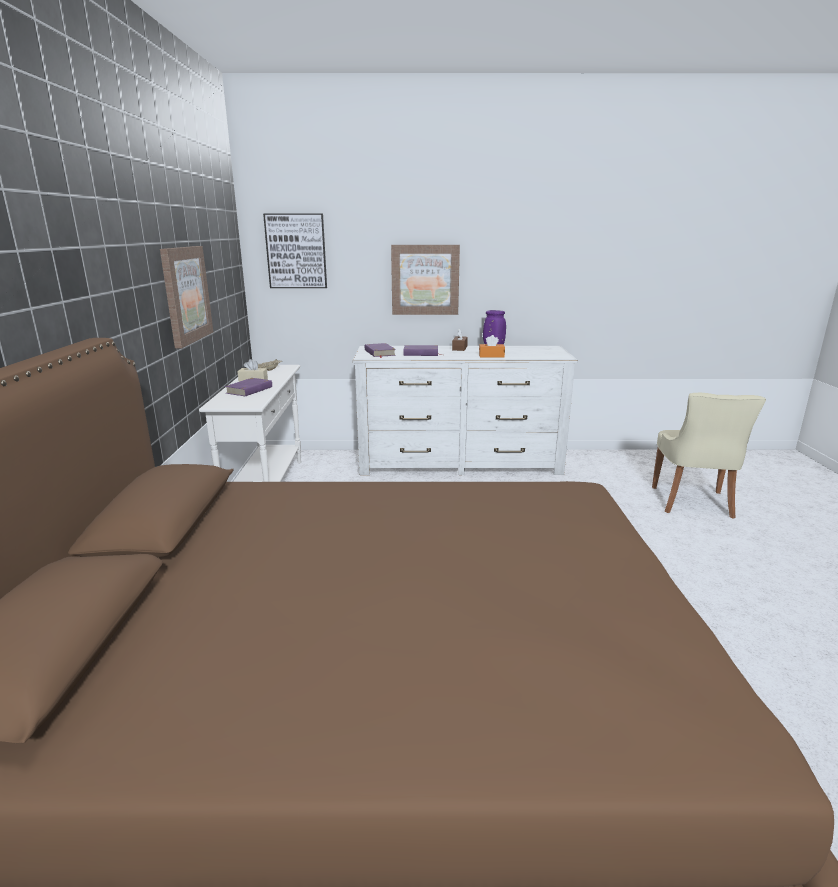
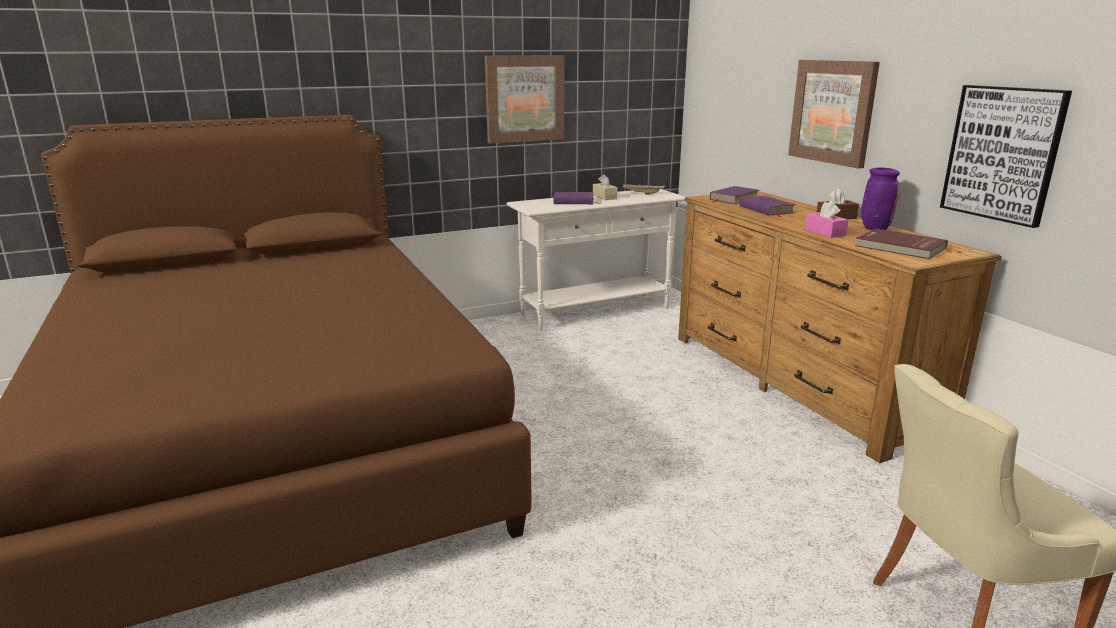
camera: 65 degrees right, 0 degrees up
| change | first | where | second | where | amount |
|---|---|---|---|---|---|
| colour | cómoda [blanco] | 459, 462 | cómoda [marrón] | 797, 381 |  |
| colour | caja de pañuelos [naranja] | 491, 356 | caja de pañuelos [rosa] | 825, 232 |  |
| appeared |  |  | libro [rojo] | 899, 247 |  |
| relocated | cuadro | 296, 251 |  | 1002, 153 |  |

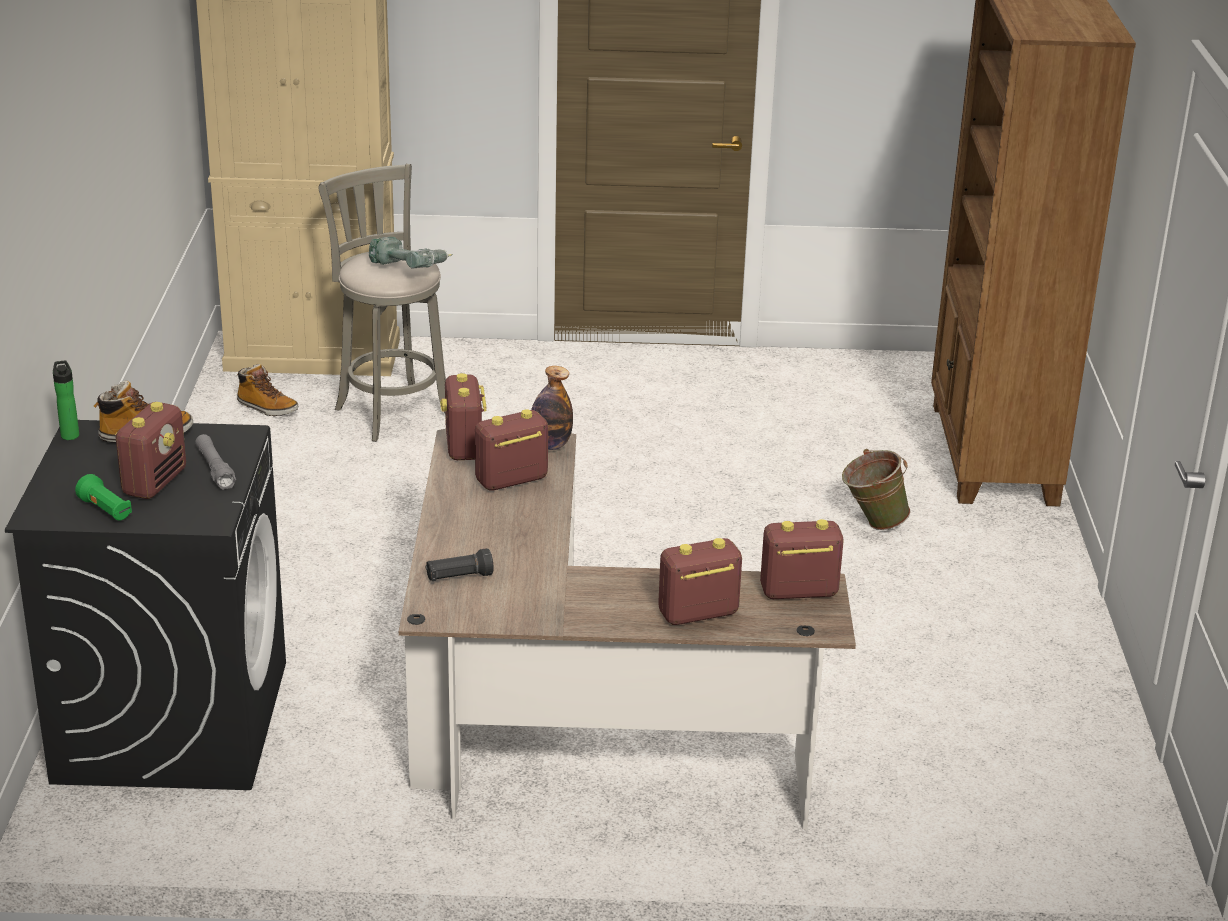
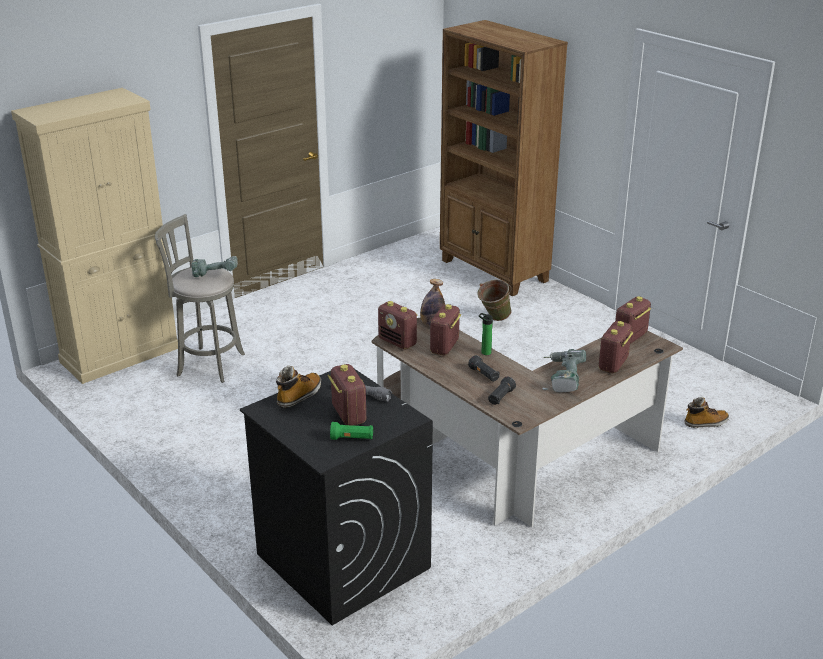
camera: 40 degrees left, 0 degrees up
| change | first | where | second | where | amount |
|---|---|---|---|---|---|
| appeared |  |  | linterna [negro] | 484, 375 |  |
| relocated | botella | 69, 434 |  | 484, 352 |  |
| appeared |  |  | taladro | 562, 379 |  |
| relocated | bota | 267, 408 |  | 705, 423 |  |

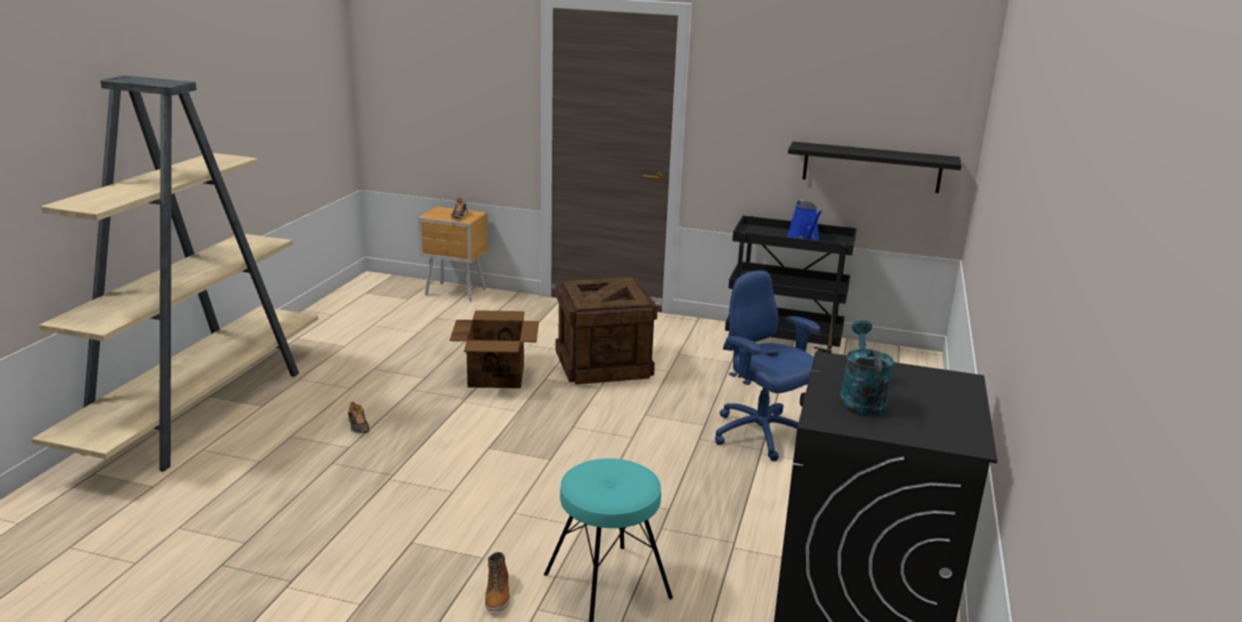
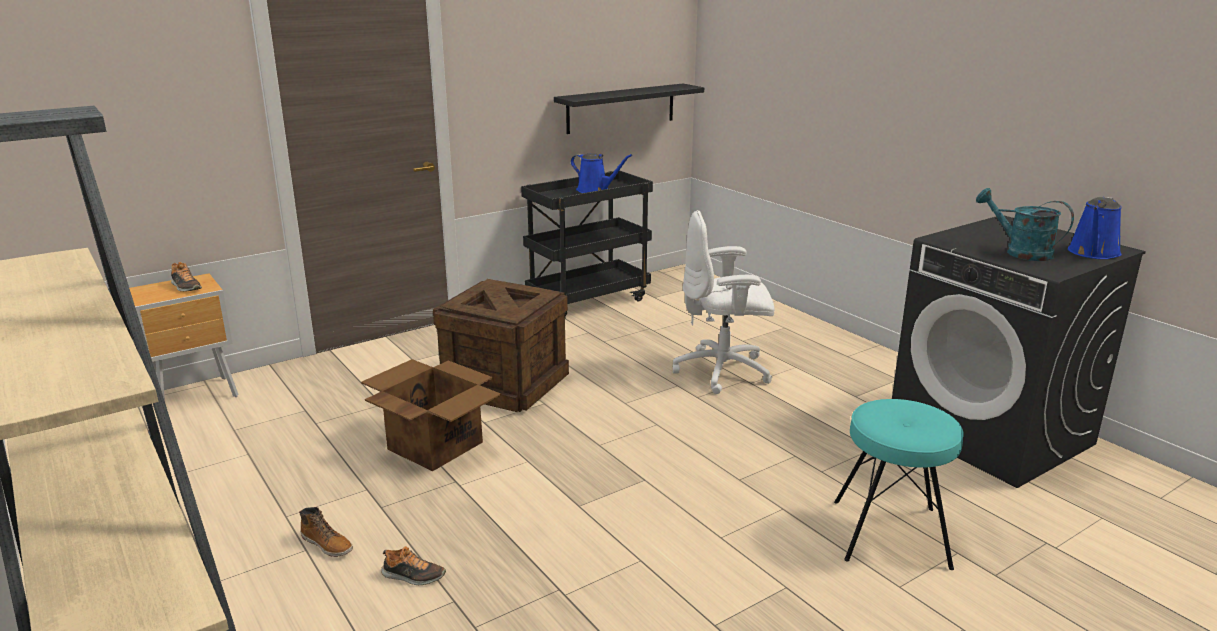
camera: 50 degrees left, 0 degrees up
| change | first | where | second | where | amount |
|---|---|---|---|---|---|
| relocated | bota | 498, 594 |  | 327, 544 |  |
| colour | silla de oficina [azul] | 761, 435 | silla de oficina [blanco] | 724, 371 |  |
| appeared |  |  | regadera [azul] | 1093, 253 |  |

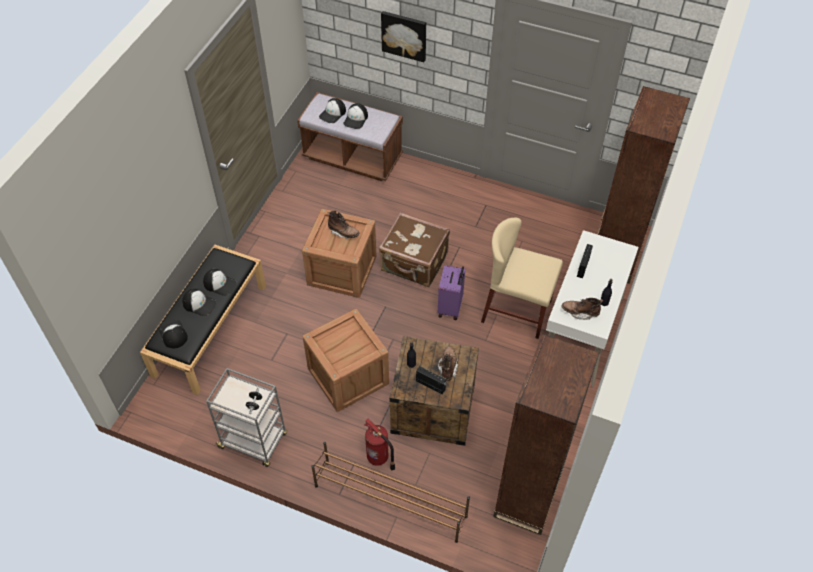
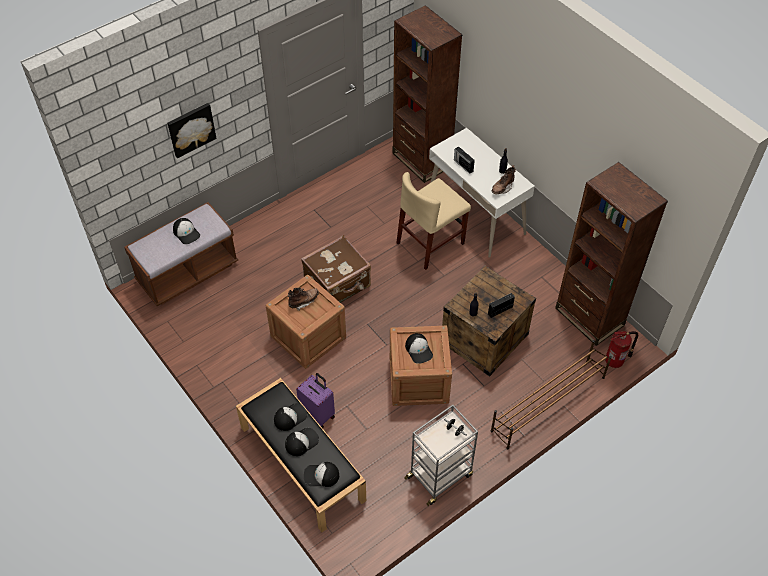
camera: 60 degrees left, 0 degrees up
| change | first | where | second | where | amount |
|---|---|---|---|---|---|
| relocated | maleta [morado] | 451, 307 |  | 318, 414 |  |
| relocated | gorra | 333, 113 |  | 419, 350 |  |
| relocated | extintor | 378, 458 |  | 615, 361 |  |
| missing | bota [marrón] | 448, 367 |  |  |  |

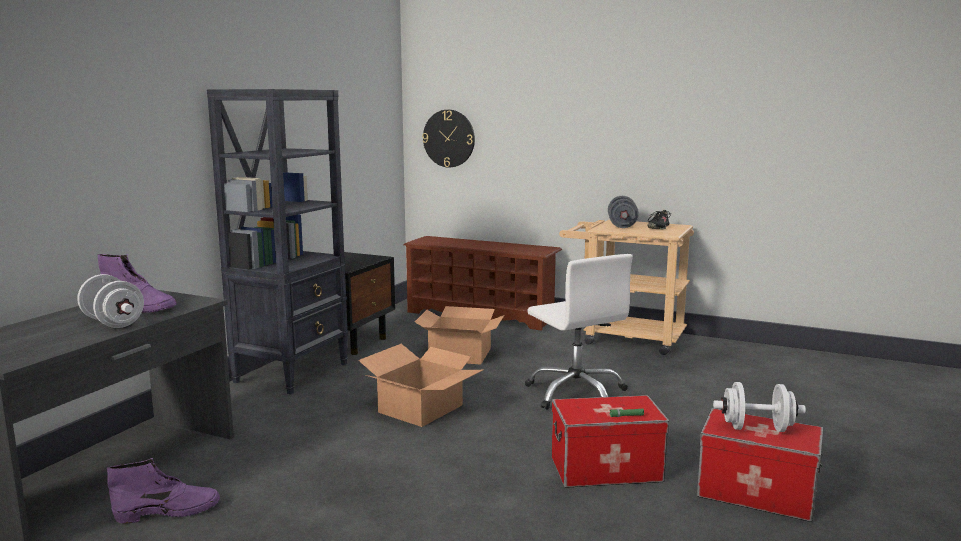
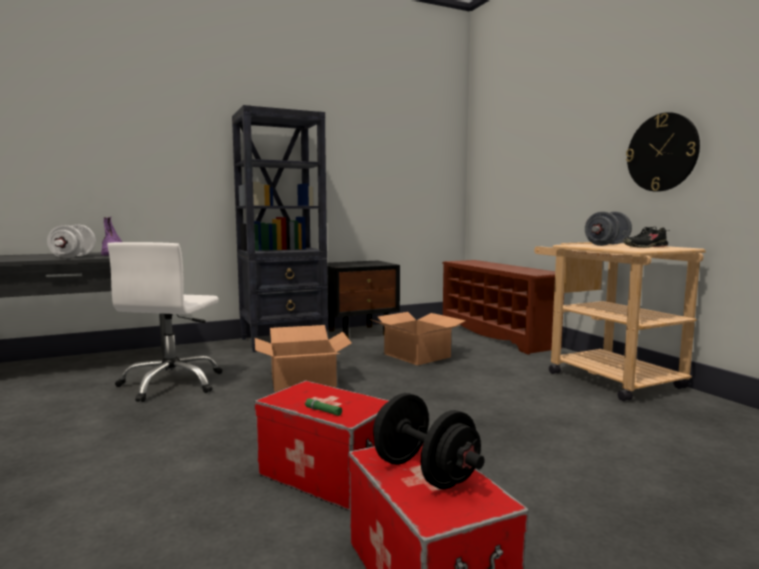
camera: 40 degrees right, 5 degrees down
| change | first | where | second | where | amount |
|---|---|---|---|---|---|
| relocated | silla de oficina [blanco] | 576, 393 |  | 172, 384 |  |
| colour | mancuerna [blanco] | 756, 428 | mancuerna [negro] | 424, 473 |  |
| relocated | reloj de pared | 449, 138 |  | 662, 152 |  |
| missing | bota [morado] | 169, 511 |  |  |  |

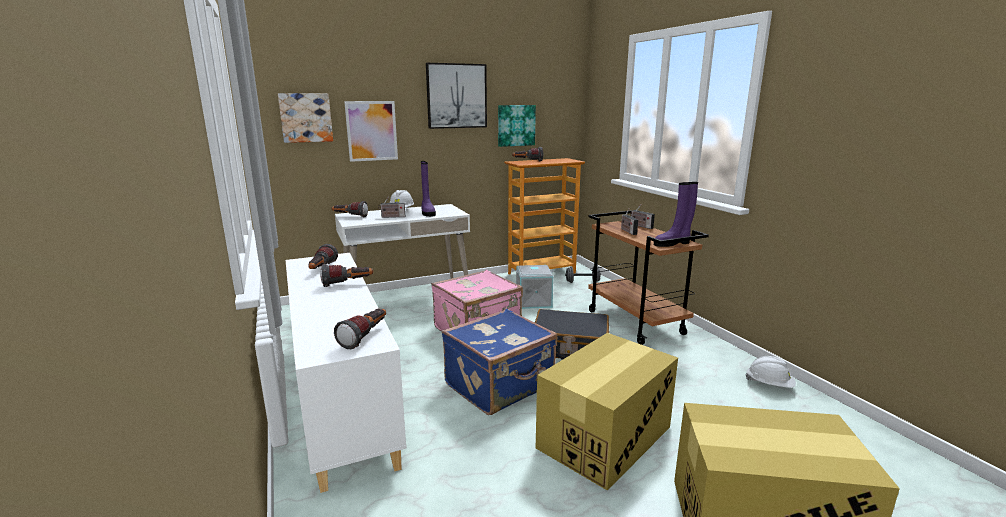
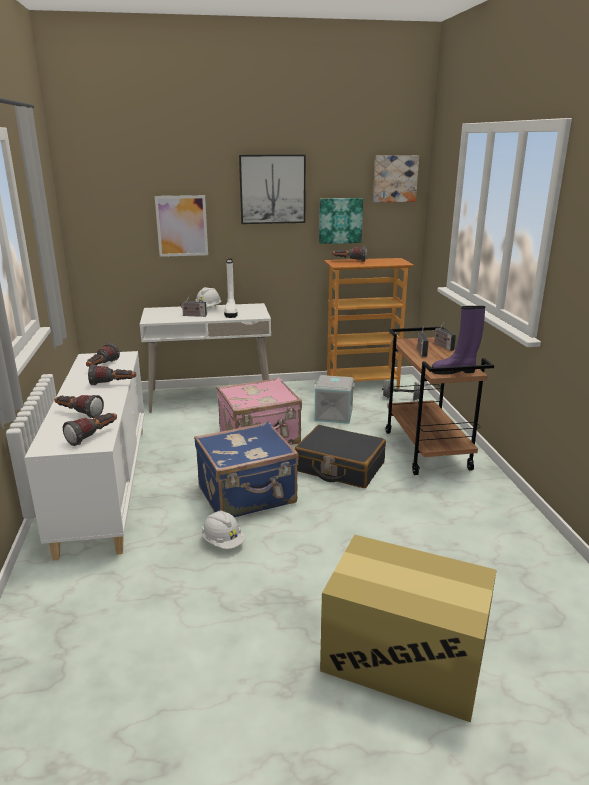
camera: 15 degrees right, 5 degrees up
| change | first | where | second | where | amount |
|---|---|---|---|---|---|
| relocated | linterna | 350, 216 |  | 78, 414 |  |
| relocated | casco [blanco] | 769, 384 |  | 223, 542 |  |
| colour | bota [morado] | 427, 212 | bota [blanco] | 231, 313 |  |
| relocated | cuadro | 306, 117 |  | 394, 178 |  |
| missing | caja de cartón | 605, 437 |  |  |  |

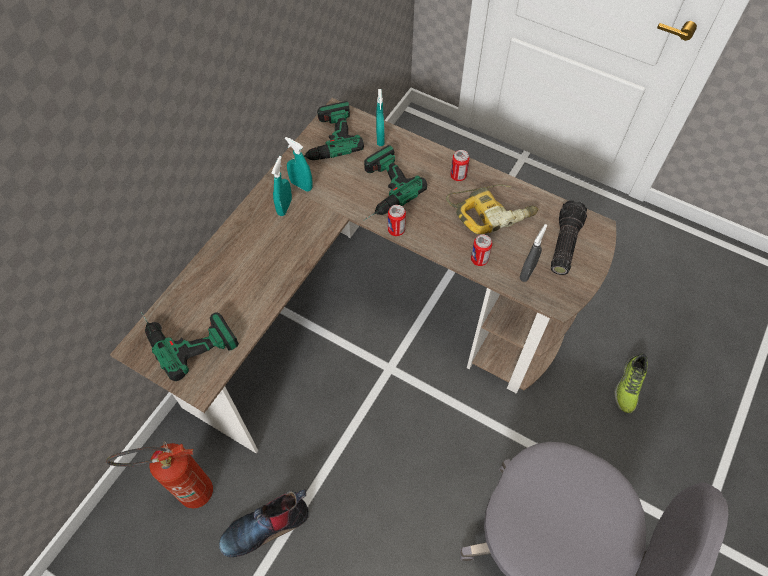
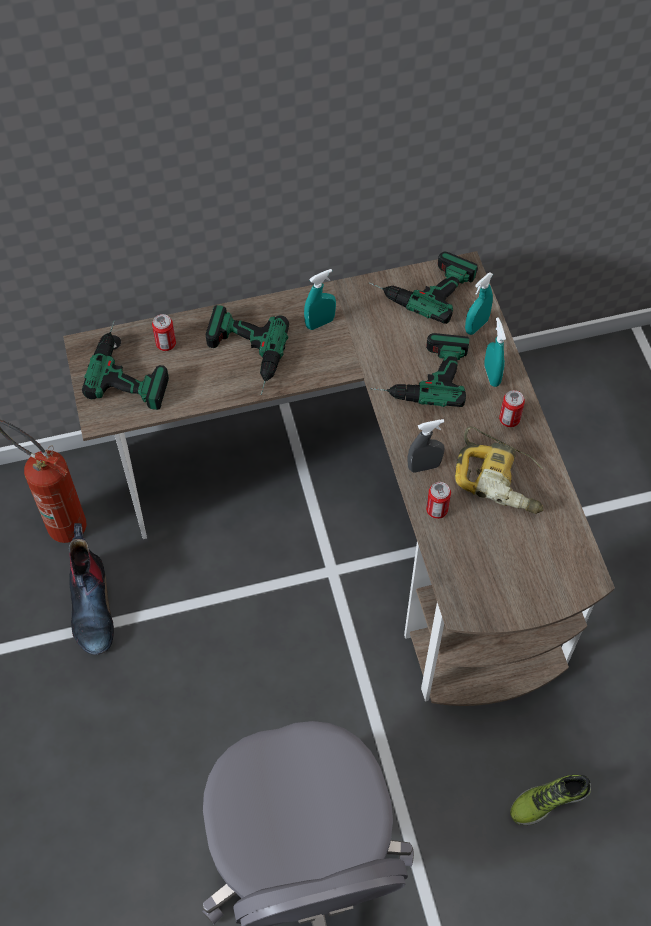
camera: 45 degrees right, 0 degrees up
| change | first | where | second | where | amount |
|---|---|---|---|---|---|
| spun | bota | 266, 526 |  | 91, 605 | 120 degrees counterclockwise |
| relocated | lata | 396, 230 |  | 166, 344 |  |
| appeared |  |  | taladro | 243, 356 |  |
| relocated | pulverizador [gris] | 527, 272 |  | 424, 466 |  |
| relocated | pulverizador [turquesa] | 301, 185 |  | 491, 375 |  |
| missing | linterna | 563, 243 |  |  |  |

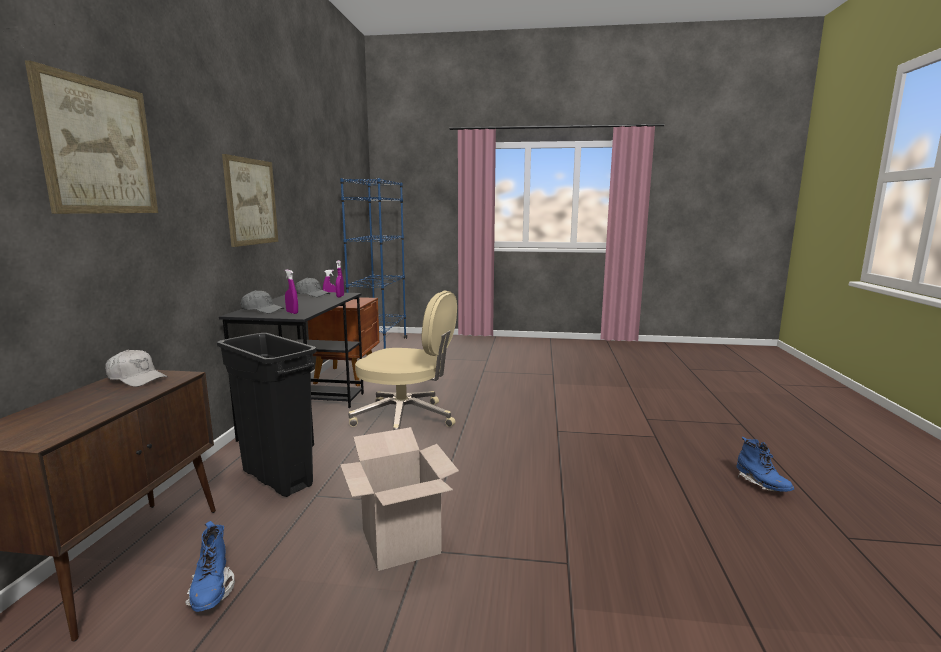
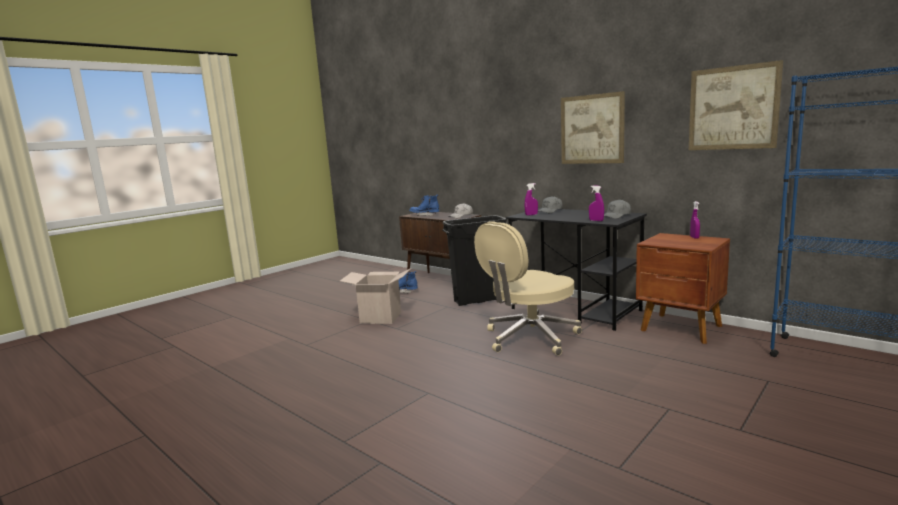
camera: 125 degrees right, 0 degrees up
| change | first | where | second | where | amount |
|---|---|---|---|---|---|
| relocated | bota [azul] | 762, 485 |  | 425, 215 |  |
| relocated | cuadro | 99, 148 |  | 733, 108 |  |

